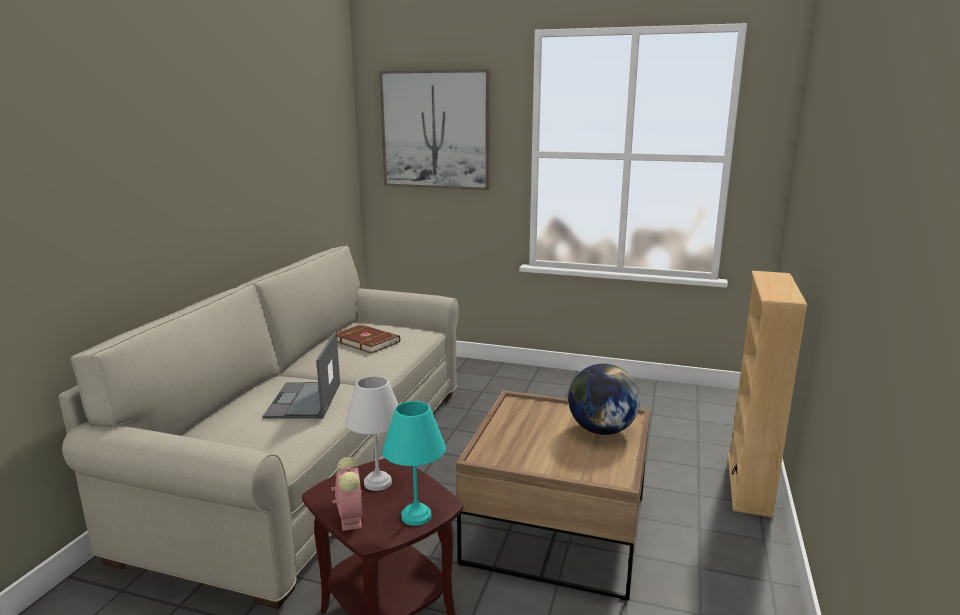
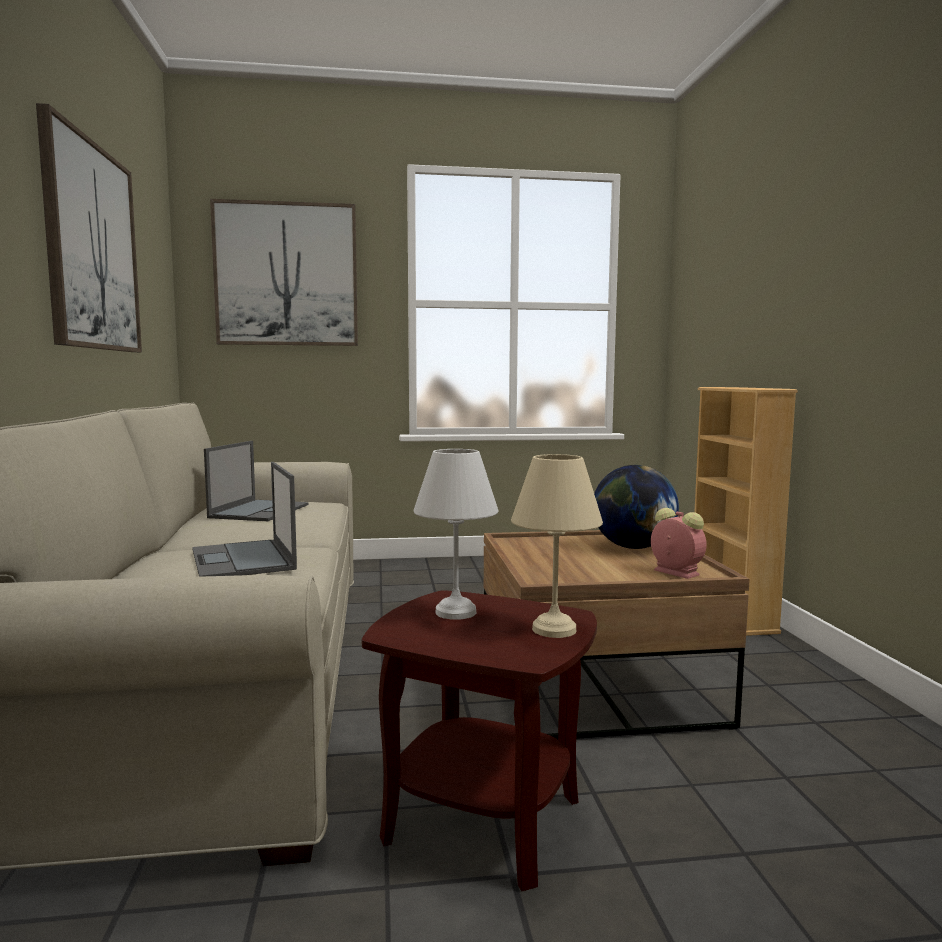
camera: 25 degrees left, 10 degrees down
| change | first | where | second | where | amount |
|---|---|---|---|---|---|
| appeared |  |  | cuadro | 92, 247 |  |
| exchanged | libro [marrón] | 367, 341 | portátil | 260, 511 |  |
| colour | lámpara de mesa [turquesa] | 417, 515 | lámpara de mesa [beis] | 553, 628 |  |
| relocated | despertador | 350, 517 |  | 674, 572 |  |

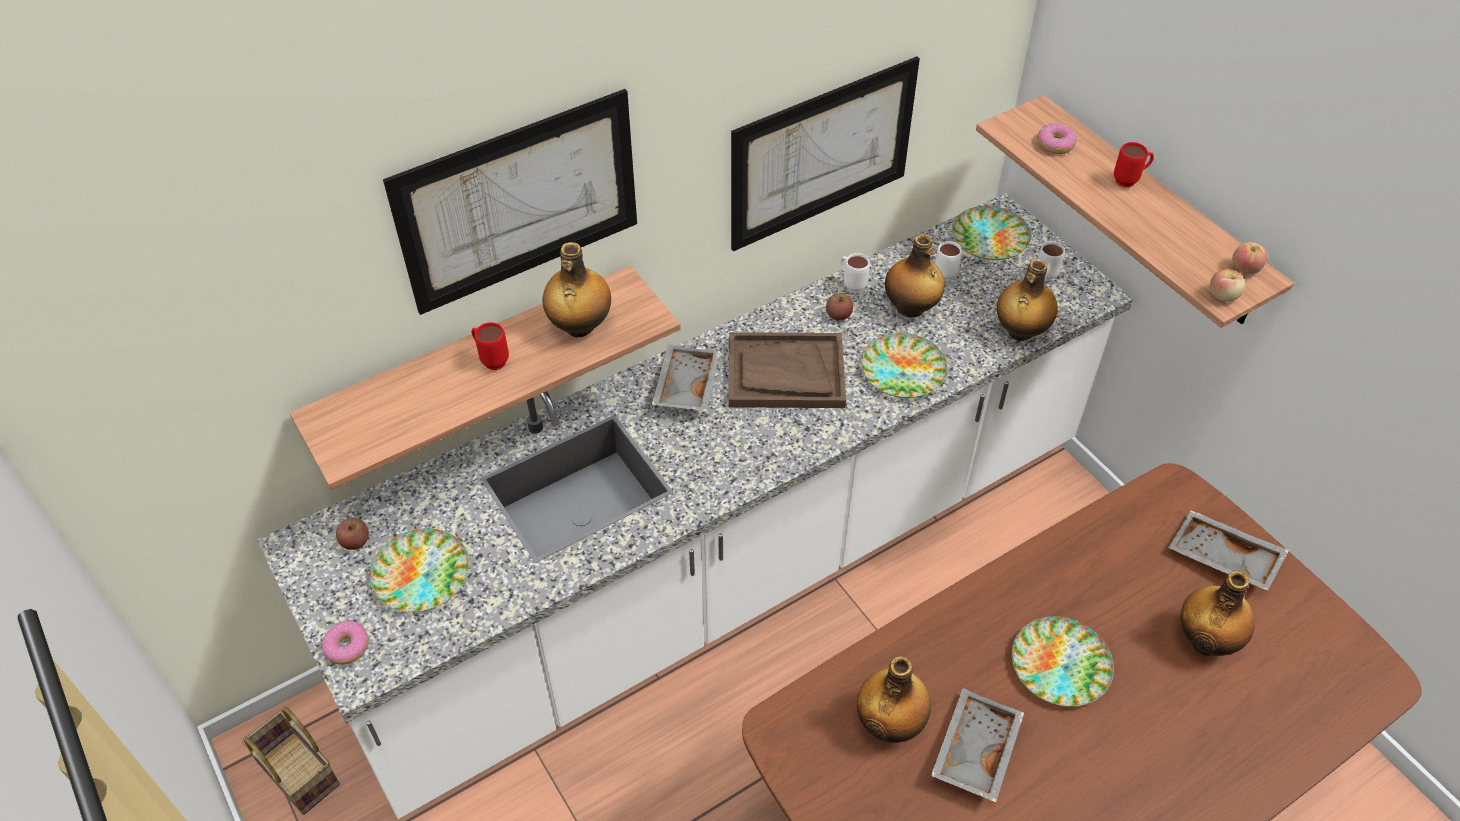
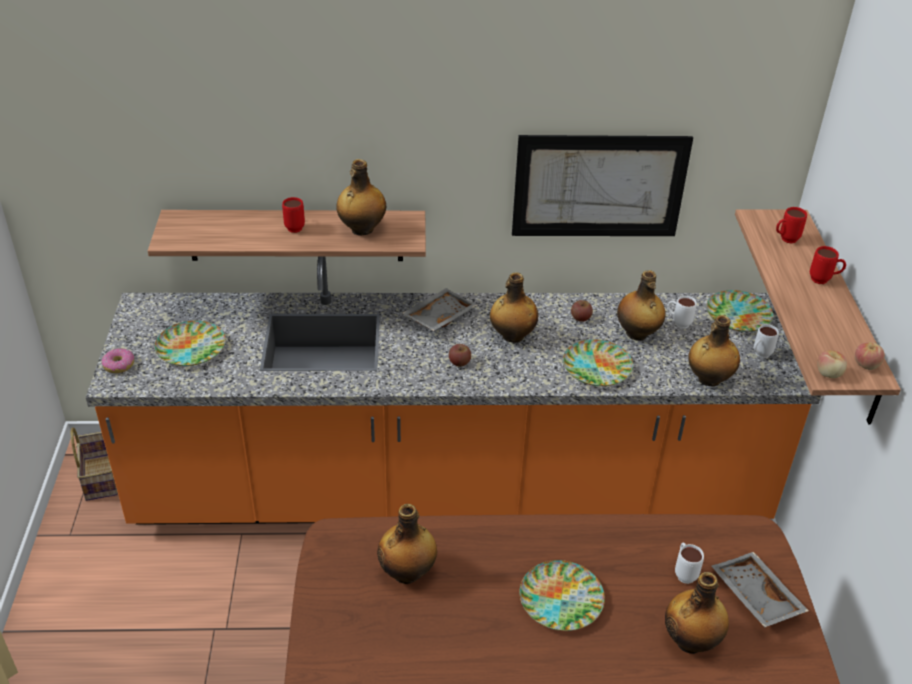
camera: 30 degrees right, 10 degrees down
| change | first | where | second | where | amount |
|---|---|---|---|---|---|
| colour | mueble bajo de cocina [blanco] | 730, 566 | mueble bajo de cocina [naranja] | 451, 489 |  |
| relocated | manzana | 355, 541 |  | 459, 362 |  |
| exchanged | bandeja [marrón] | 785, 373 | botella | 512, 336 |  |
| relocated | taza grande [blanco] | 851, 284 |  | 684, 572 |  |
| exchanged | rosquilla | 1055, 144 | taza grande [rojo] | 785, 240 |  |
| missing | cuadro | 519, 202 |  |  |  |
| missing | bandeja [gris] | 973, 750 |  |  |  |

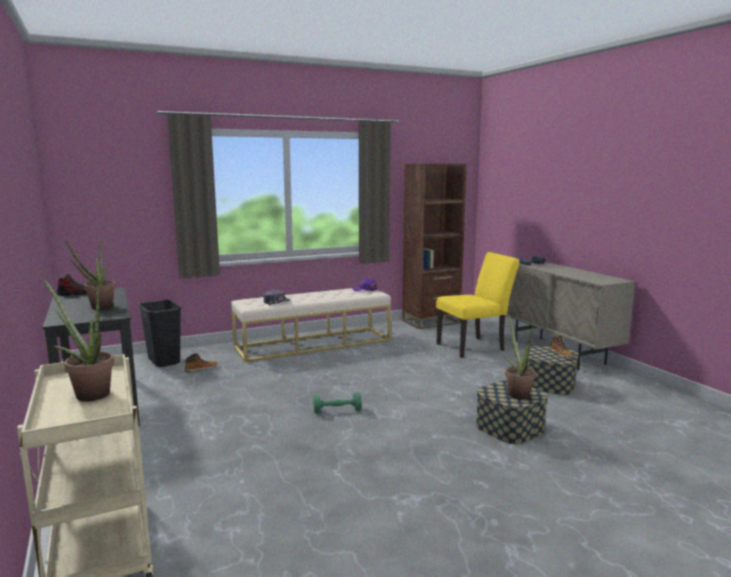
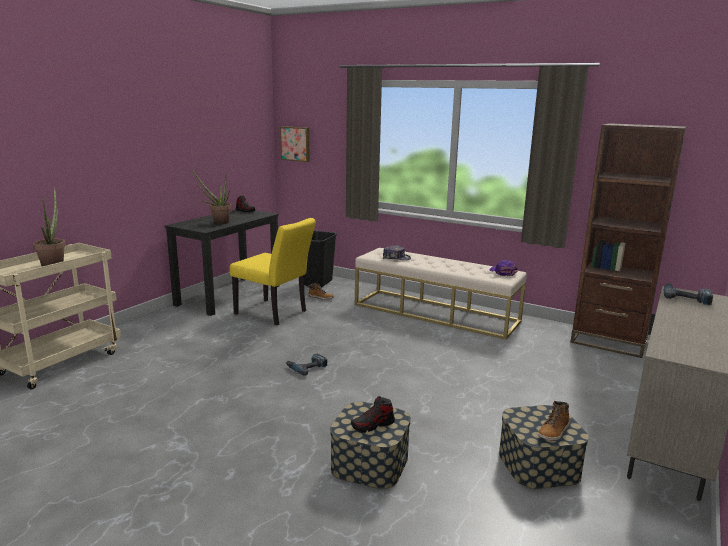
camera: 55 degrees right, 5 degrees up
| change | first | where | second | where | amount |
|---|---|---|---|---|---|
| relocated | silla [amarillo] | 475, 346 |  | 275, 313 |  |
| appeared |  |  | cuadro | 295, 143 |  |
| exchanged | mancuerna [verde] | 337, 411 | taladro | 306, 367 |  |
| exchanged | planta en maceta | 516, 393 | zapato | 373, 425 |  |

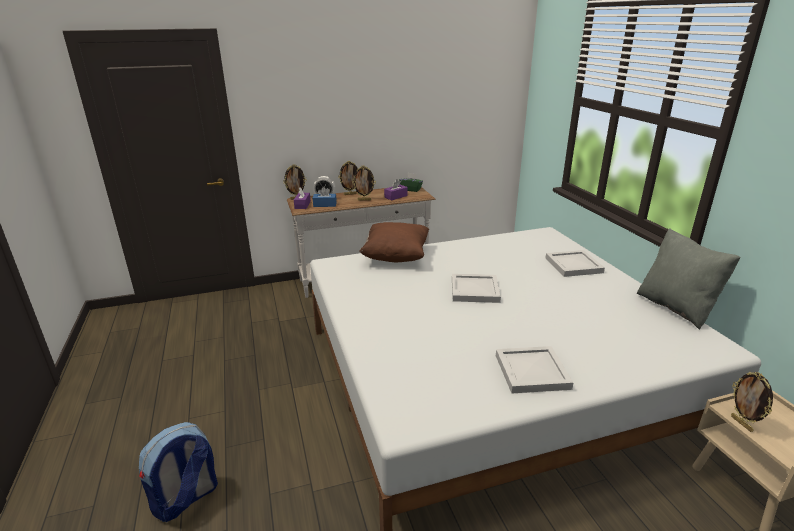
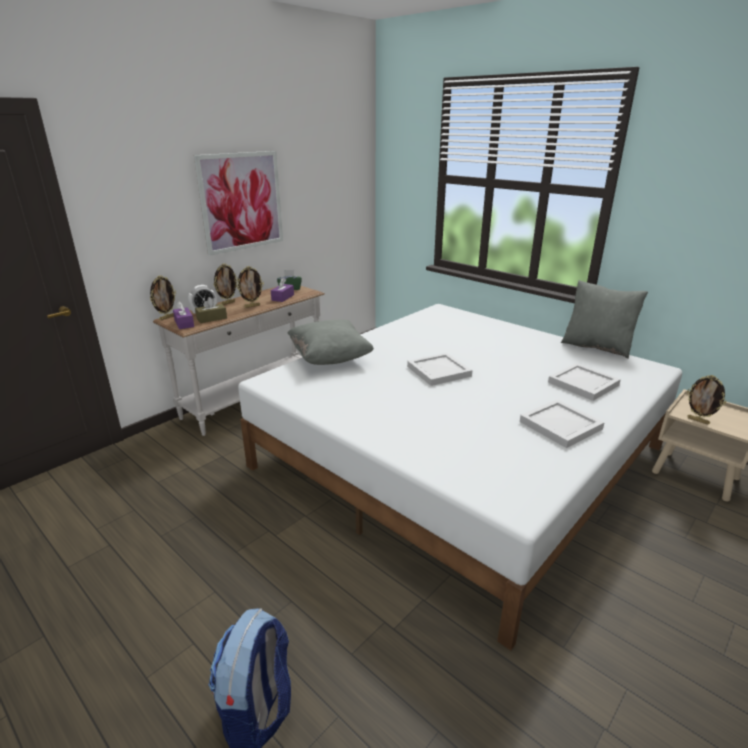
camera: 30 degrees left, 0 degrees up
| change | first | where | second | where | amount |
|---|---|---|---|---|---|
| appeared |  |  | cuadro | 242, 202 |  |
| colour | caja de pañuelos [azul] | 325, 205 | caja de pañuelos [marrón] | 212, 318 |  |
| colour | cojín [marrón] | 396, 257 | cojín [gris] | 330, 358 |  |
| relocated | bandeja [blanco] | 572, 265 |  | 582, 384 |  |

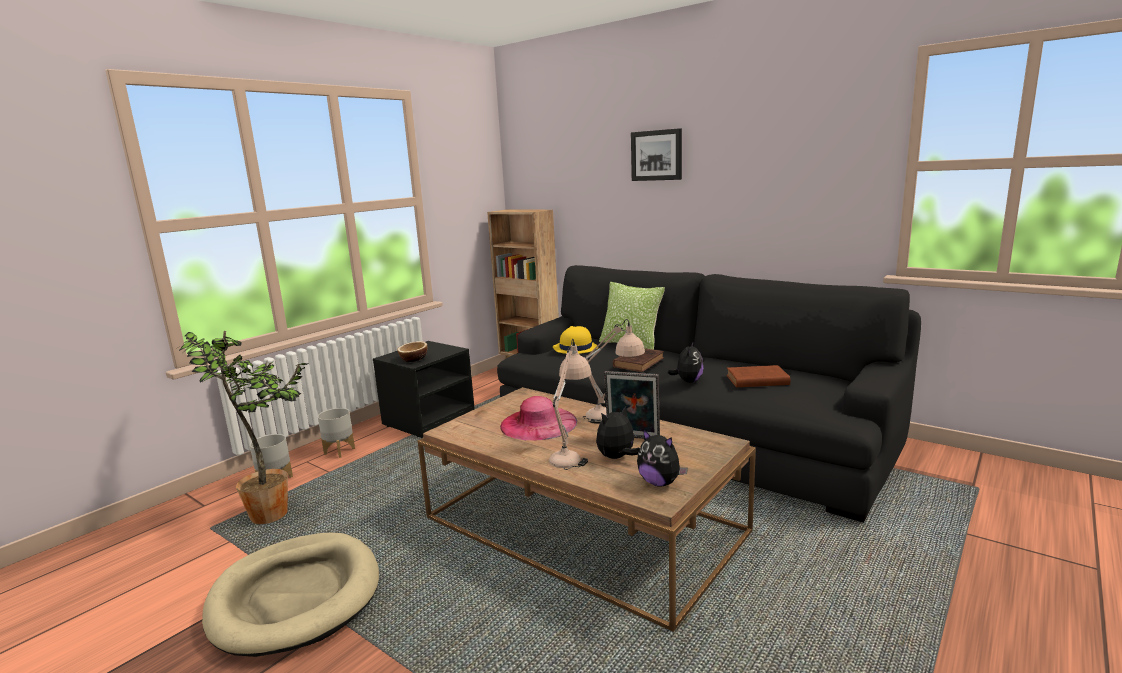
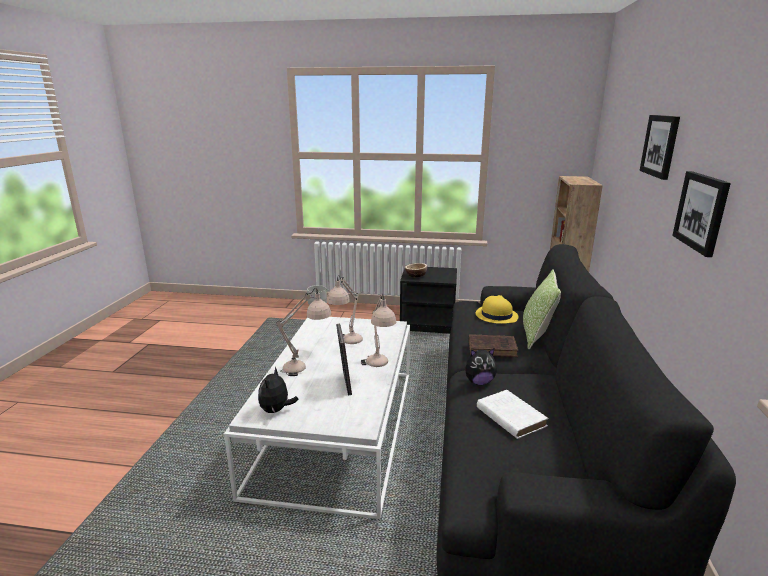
camera: 60 degrees right, 5 degrees up
| change | first | where | second | where | amount |
|---|---|---|---|---|---|
| colour | mesa de centro [marrón] | 584, 525 | mesa de centro [blanco] | 337, 428 |  |
| exchanged | sombrero [rosa] | 538, 423 | lámpara de mesa [beis] | 346, 344 |  |
| colour | libro [marrón] | 755, 380 | libro [blanco] | 509, 416 |  |
| appeared |  |  | cuadro | 701, 212 |  |
| missing | planta en maceta | 275, 515 |  |  |  |
| missing | cama para perro [beis] | 296, 596 |  |  |  |
| missing | maceta [gris] | 339, 451 |  |  |  |
| missing | peluche | 617, 458 |  |  |  |

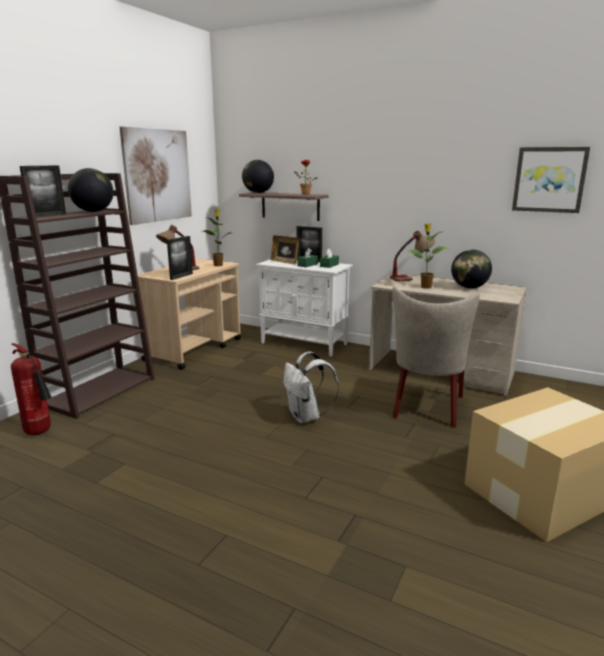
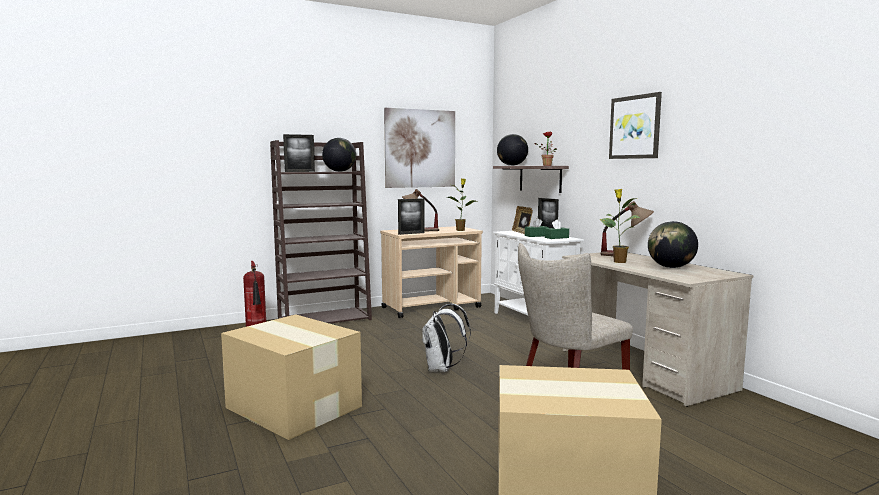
camera: 35 degrees right, 10 degrees down
| change | first | where | second | where | amount |
|---|---|---|---|---|---|
| appeared |  |  | caja de cartón | 293, 406 |  |
| relocated | cuadro | 549, 179 |  | 635, 127 |  |

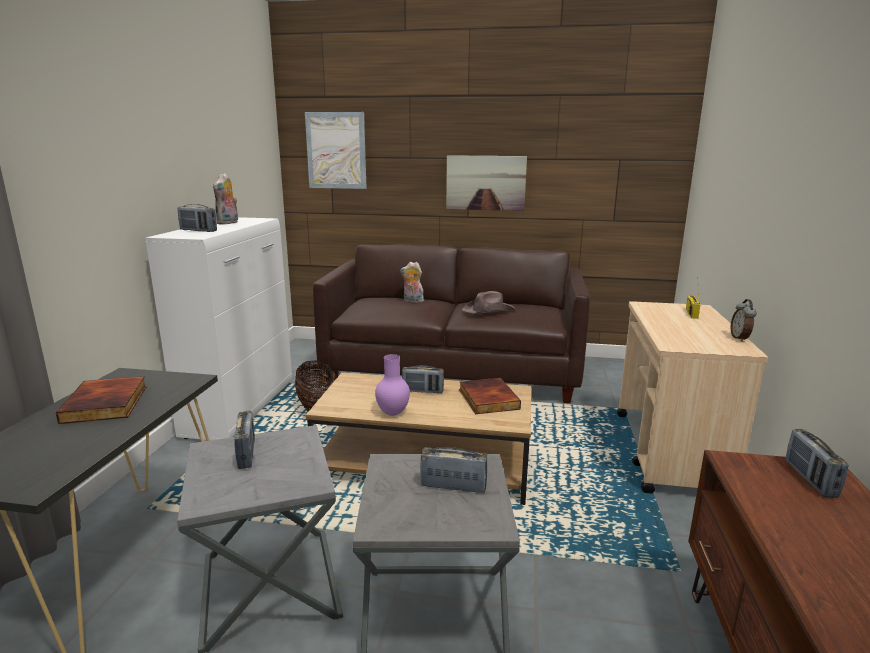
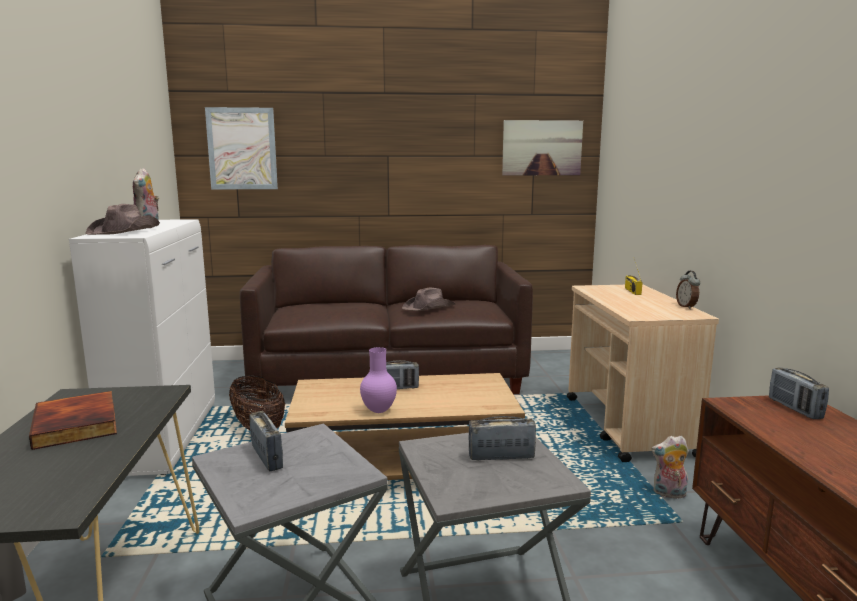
camera: 15 degrees left, 5 degrees down
| change | first | where | second | where | amount |
|---|---|---|---|---|---|
| exchanged | radio | 198, 231 | sombrero [marrón] | 125, 231 |  |
| relocated | cuadro | 485, 183 |  | 542, 148 |  |
| relocated | peluche | 412, 301 |  | 669, 494 |  |
| missing | libro | 487, 399 |  |  |  |

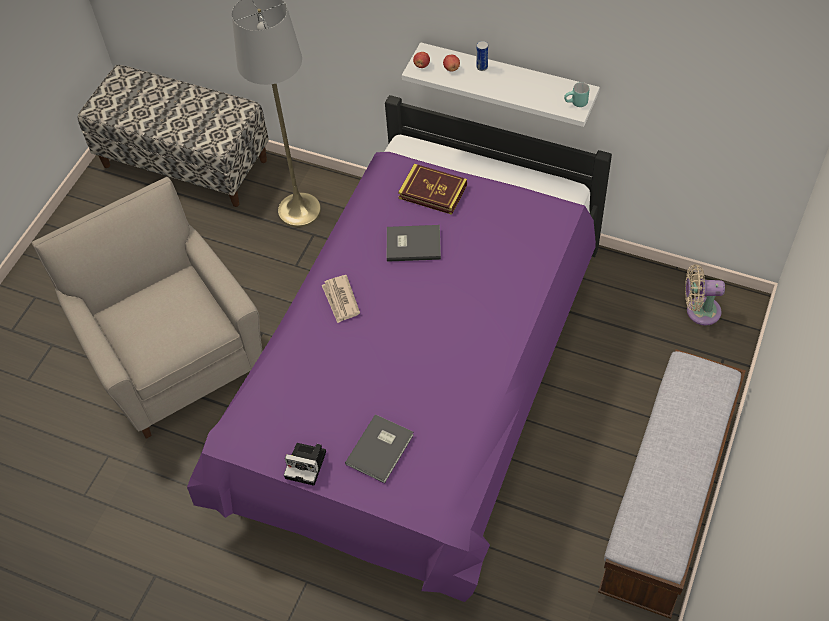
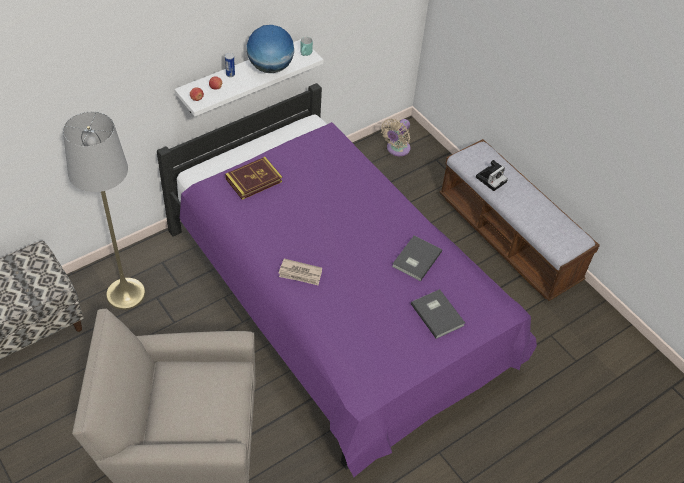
camera: 65 degrees left, 5 degrees down
| change | first | where | second | where | amount |
|---|---|---|---|---|---|
| appeared |  |  | globo terráqueo | 270, 67 |  |
| relocated | libro [gris] | 412, 243 |  | 415, 259 |  |
| relocated | cámara | 307, 464 |  | 491, 179 |  |

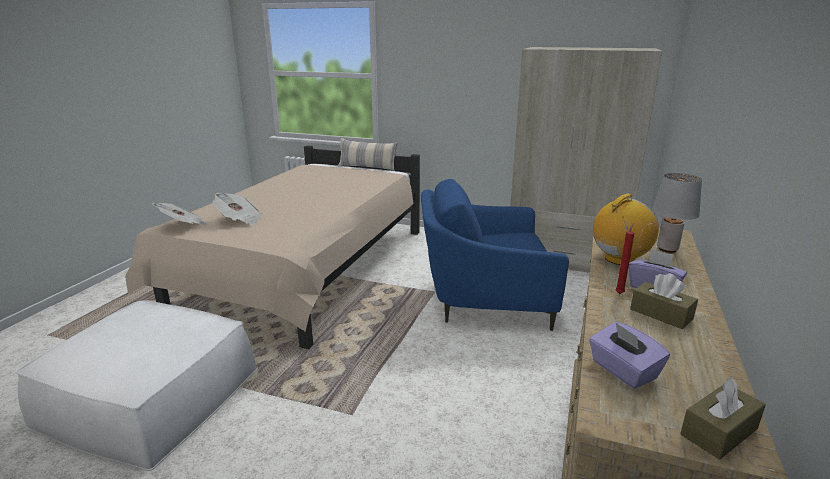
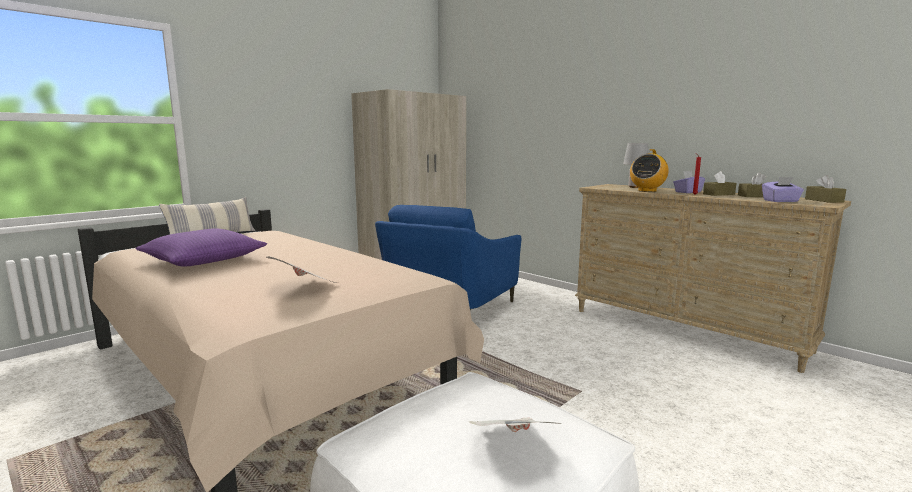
camera: 65 degrees left, 10 degrees down
| change | first | where | second | where | amount |
|---|---|---|---|---|---|
| appeared |  |  | cojín [morado] | 203, 260 |  |
| relocated | periódico | 183, 225 |  | 514, 444 |  |
| spun | radio | 619, 259 |  | 647, 191 | 135 degrees counterclockwise |
| appeared |  |  | caja de pañuelos [marrón] | 755, 196 |  |

